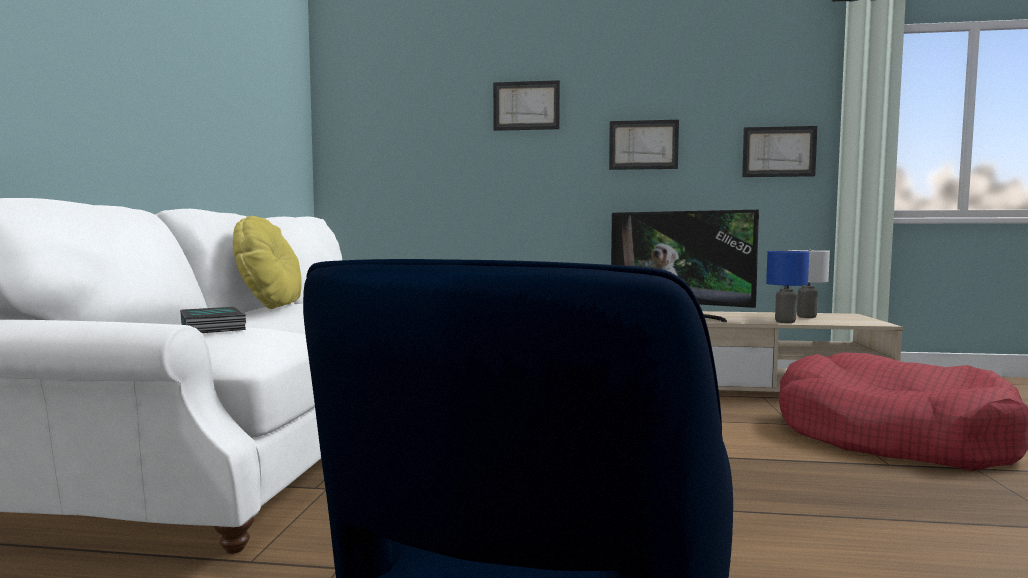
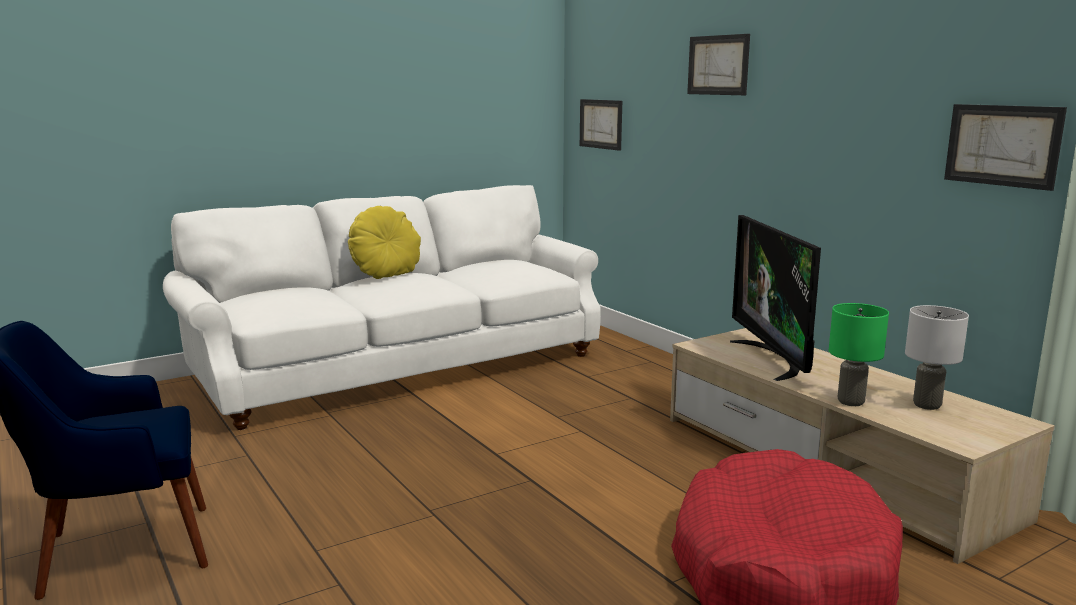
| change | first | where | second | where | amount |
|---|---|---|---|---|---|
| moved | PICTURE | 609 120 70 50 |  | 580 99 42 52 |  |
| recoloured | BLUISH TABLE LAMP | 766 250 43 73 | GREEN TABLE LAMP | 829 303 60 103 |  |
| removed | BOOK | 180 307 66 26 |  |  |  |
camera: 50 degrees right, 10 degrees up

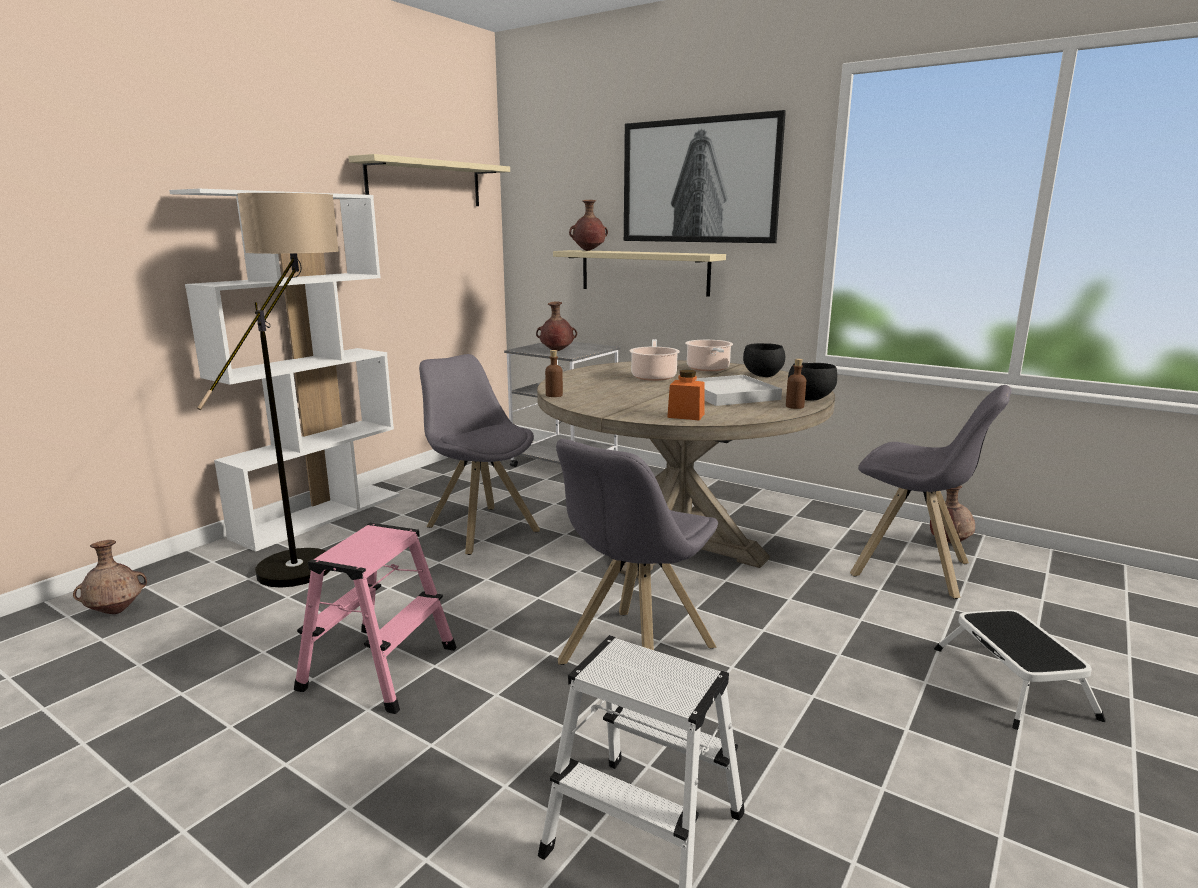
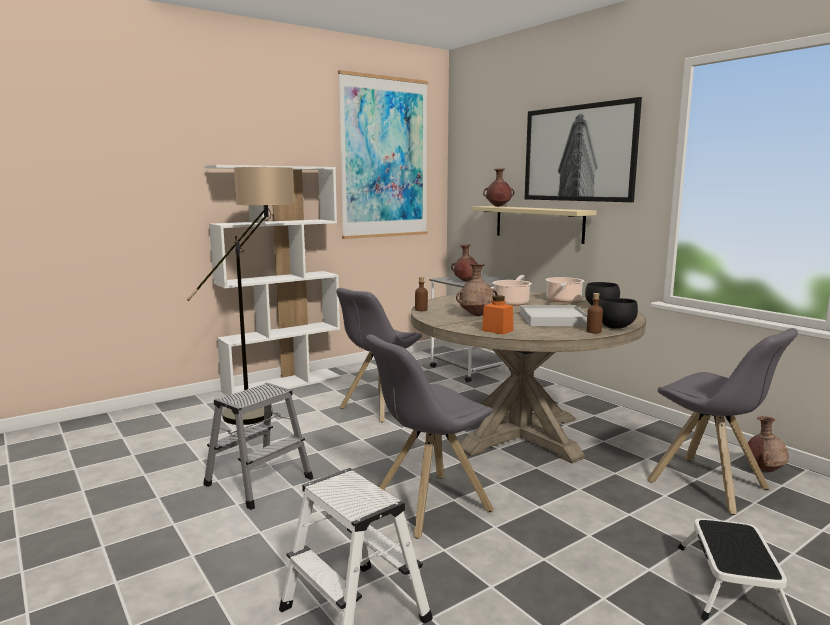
| change | first | where | second | where | amount |
|---|---|---|---|---|---|
| replaced | SAND-COLOURED WALL SHELF | 348 154 162 52 | PICTURE | 338 70 90 169 |  |
| turned | GREY PLAIN CHAIR | 419 354 121 201 |  | 336 288 86 134 | 120 degrees counterclockwise |
| recoloured | PINK STEPLADDER | 294 523 163 191 | GREY STEPLADDER | 203 383 110 127 |  |
| moved | BROWN FLOWER VASE | 73 540 74 74 |  | 456 264 42 52 |  |
camera: 20 degrees right, 5 degrees down

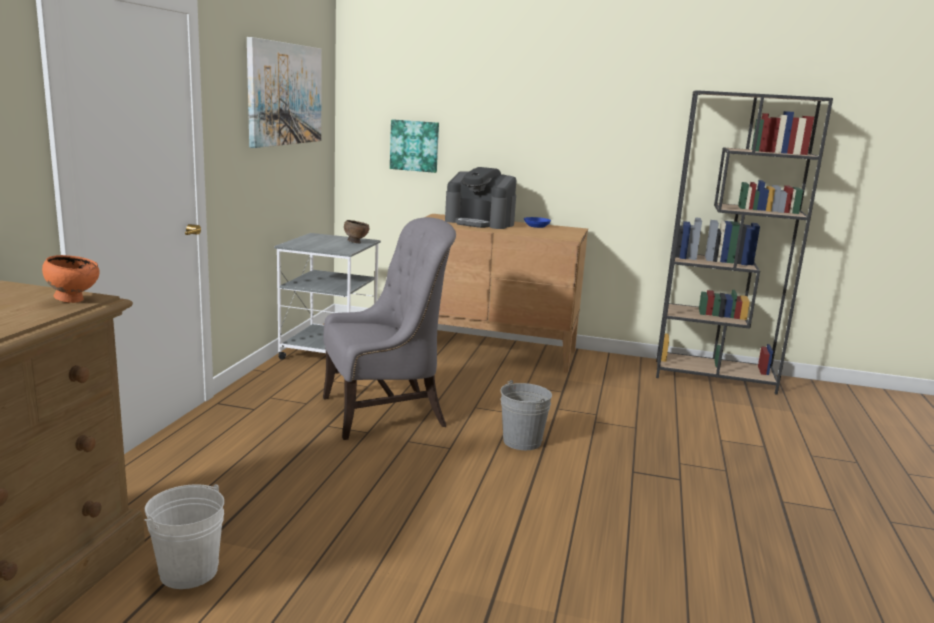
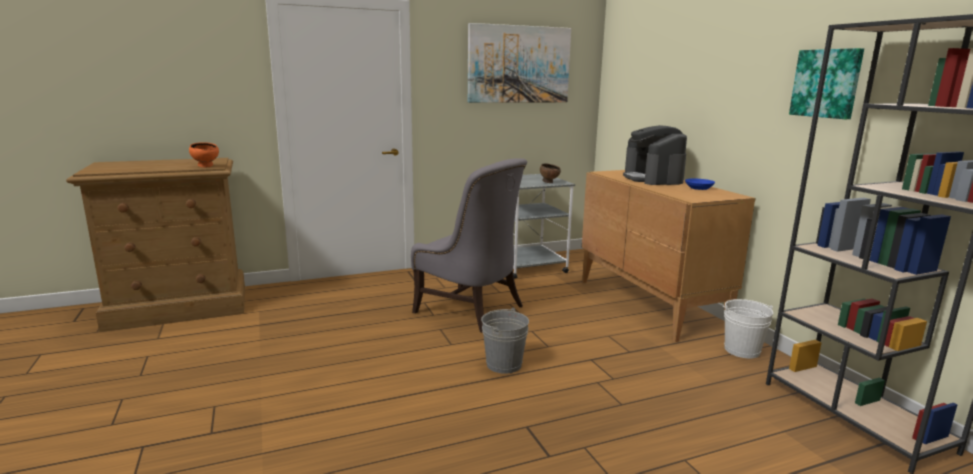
| change | first | where | second | where | amount |
|---|---|---|---|---|---|
| moved | PICTURE | 390 119 49 54 |  | 789 48 75 71 |  |
| moved | WHITE PAIL | 144 484 80 105 |  | 723 299 50 59 |  |
camera: 55 degrees right, 0 degrees up

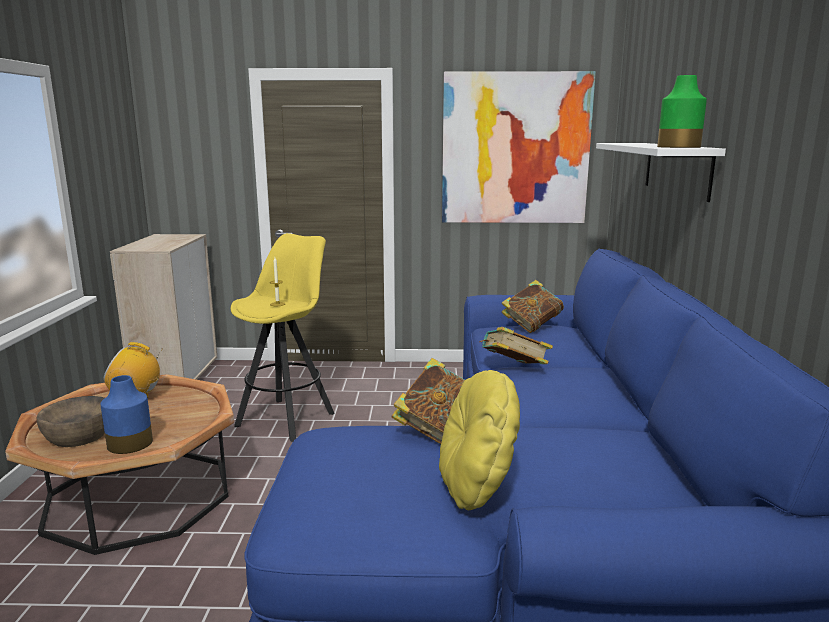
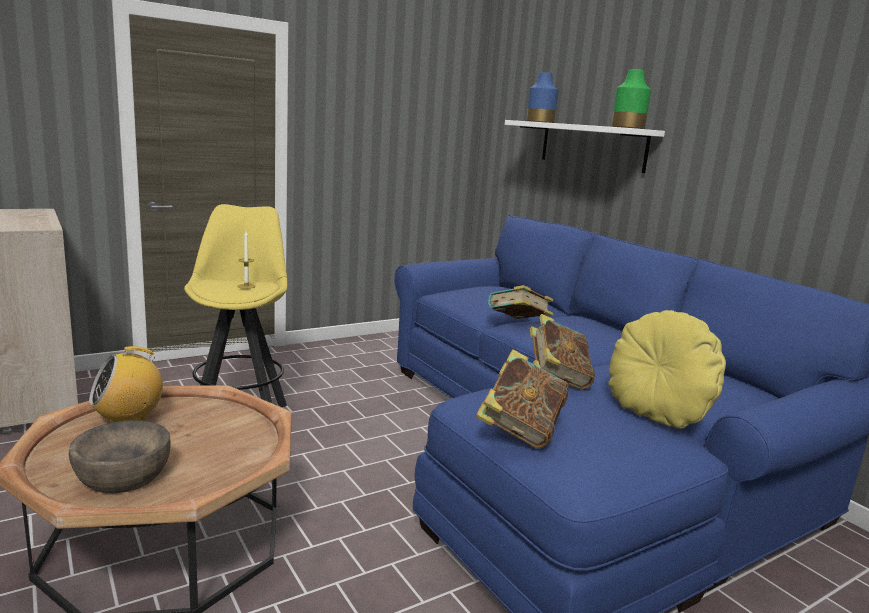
| change | first | where | second | where | amount |
|---|---|---|---|---|---|
| removed | PICTURE | 442 71 154 152 |  |  |  |
| moved | BOOK | 502 280 62 53 |  | 475 349 94 99 |  |
| moved | BLUISH FLOWER VASE | 100 375 53 79 |  | 526 72 32 51 |  |
camera: 35 degrees left, 0 degrees up

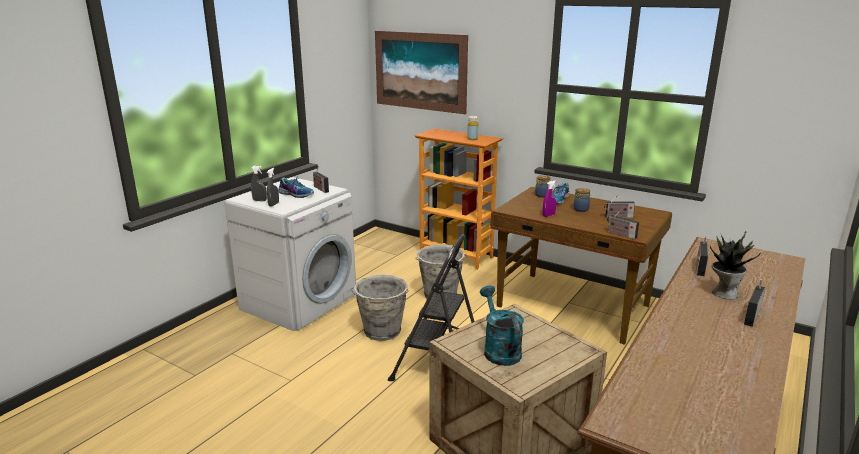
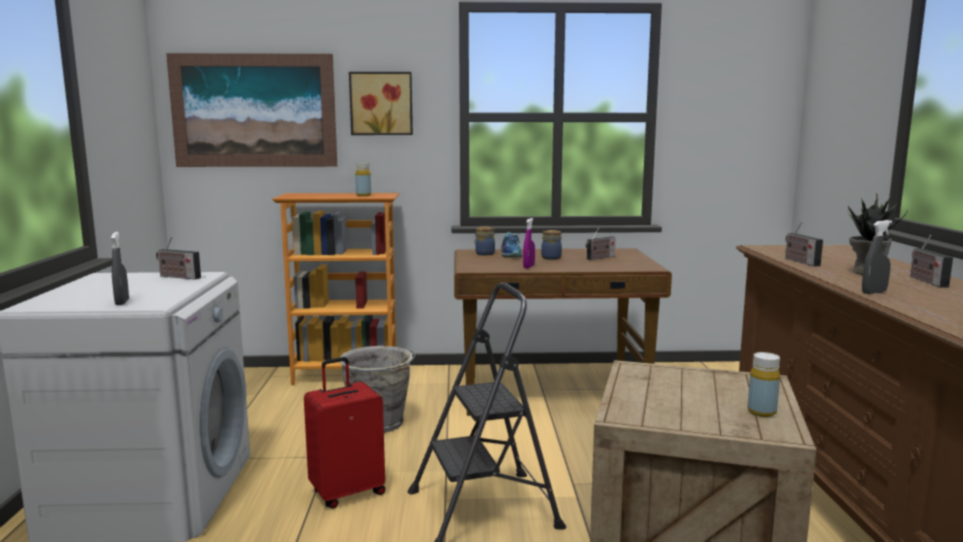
| change | first | where | second | where | amount |
|---|---|---|---|---|---|
| moved | GREY SPRAY BOTTLE | 251 166 16 35 |  | 862 220 30 74 |  |
| removed | ITEM OF FOOTWEAR | 278 175 36 23 |  |  |  |
| removed | RADIO RECEIVER | 607 209 32 30 |  |  |  |
| replaced | GREY PAIL | 350 274 59 67 | REDDISH TRAVEL CASE | 304 357 81 152 |  |
| removed | TURQUOISE SPRINKLING CAN | 480 286 44 80 |  |  |  |
| added |  |  | PICTURE | 349 72 64 63 |  |
| added |  |  | YELLOW-COLOURED BEVERAGE BOTTLE | 748 352 32 65 |  |
camera: 35 degrees left, 10 degrees down

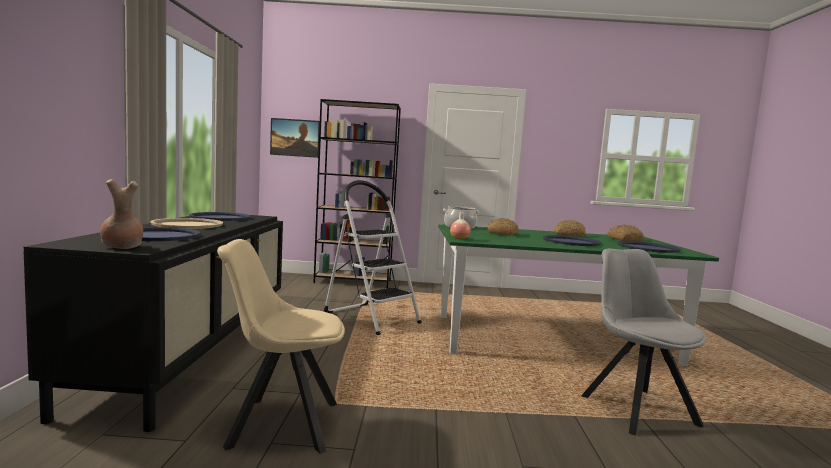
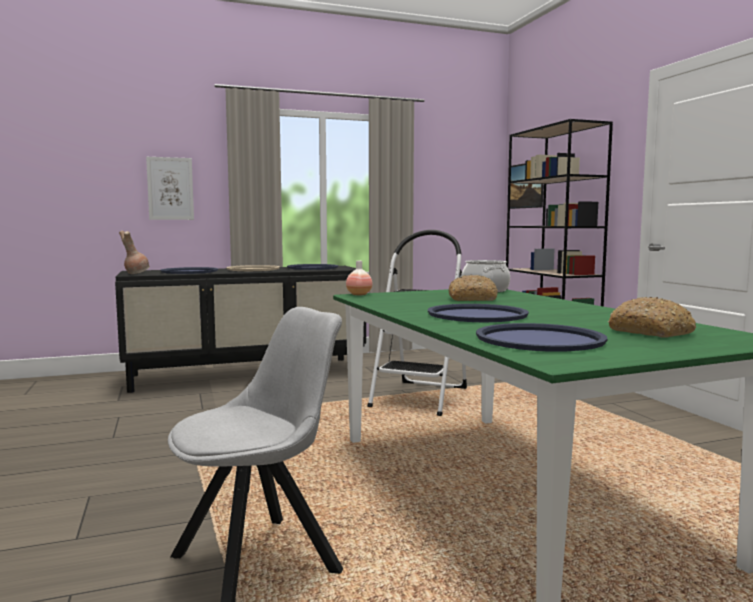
| change | first | where | second | where | amount |
|---|---|---|---|---|---|
| removed | BREAD | 554 220 32 17 |  |  |  |
| removed | SAND-COLOURED PLAIN CHAIR | 217 239 128 215 |  |  |  |
| added |  |  | PICTURE | 146 157 48 63 |  |
camera: 70 degrees right, 0 degrees up

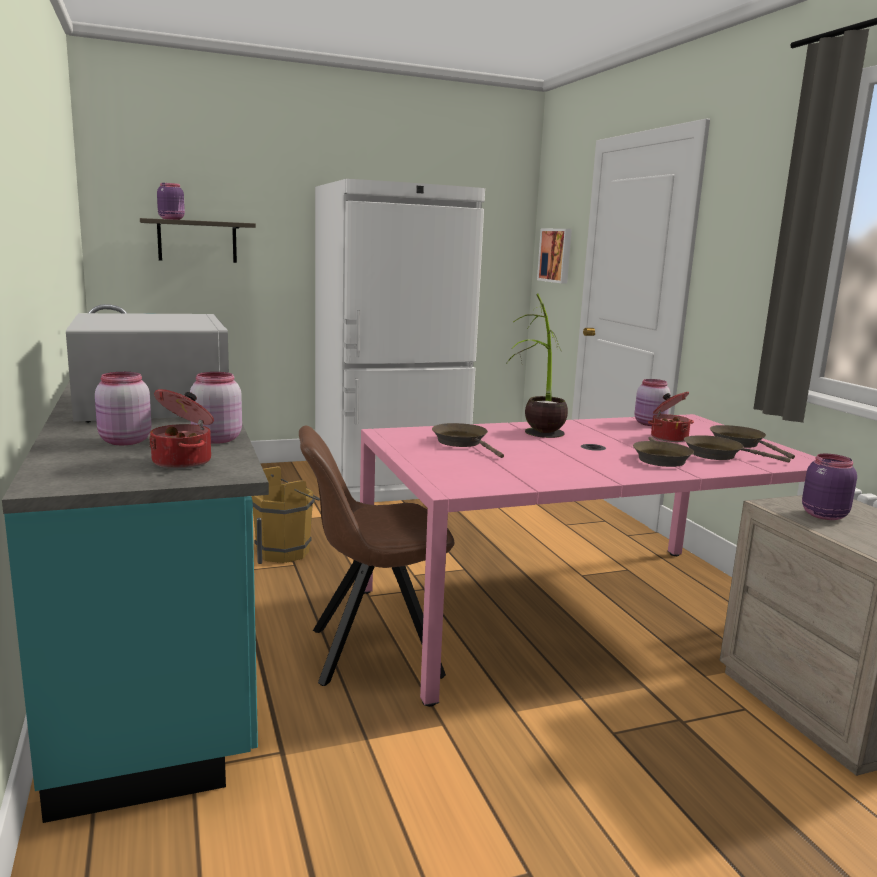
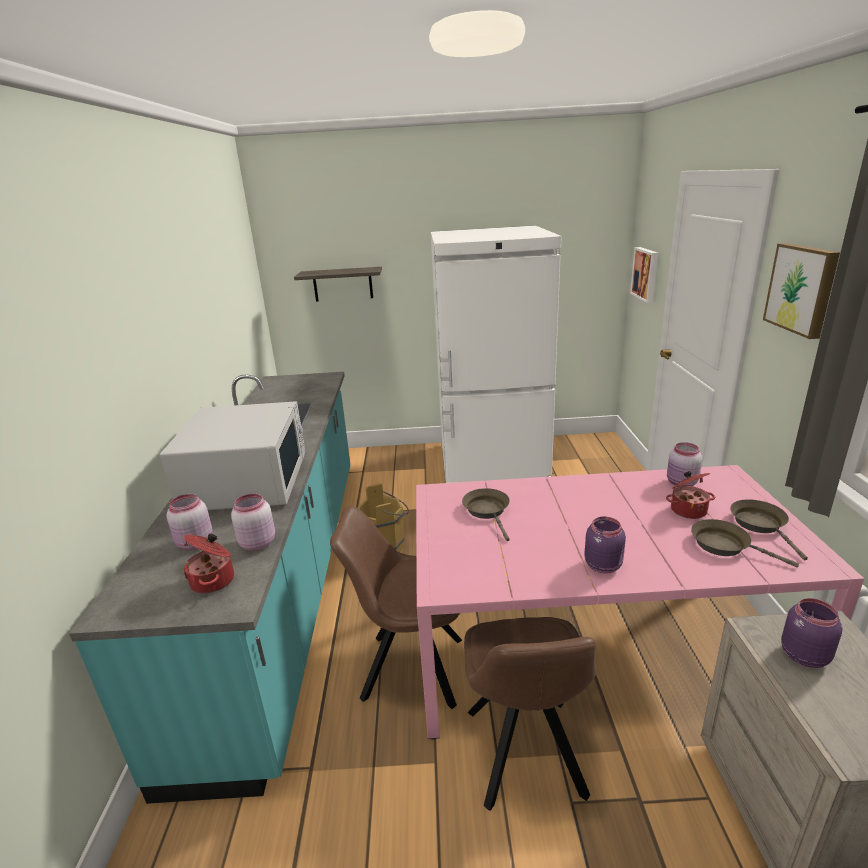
| change | first | where | second | where | amount |
|---|---|---|---|---|---|
| moved | PURPLISH PRESERVE JAR | 157 183 28 37 |  | 584 516 42 58 |  |
| removed | POTTED PLANT | 507 293 61 145 |  |  |  |
| removed | BROWN SKILLET | 633 437 61 30 |  |  |  |
| added |  |  | PICTURE | 763 243 77 96 |  |
| added |  |  | BROWN PLAIN CHAIR | 464 617 132 194 |  |
camera: 20 degrees right, 10 degrees up

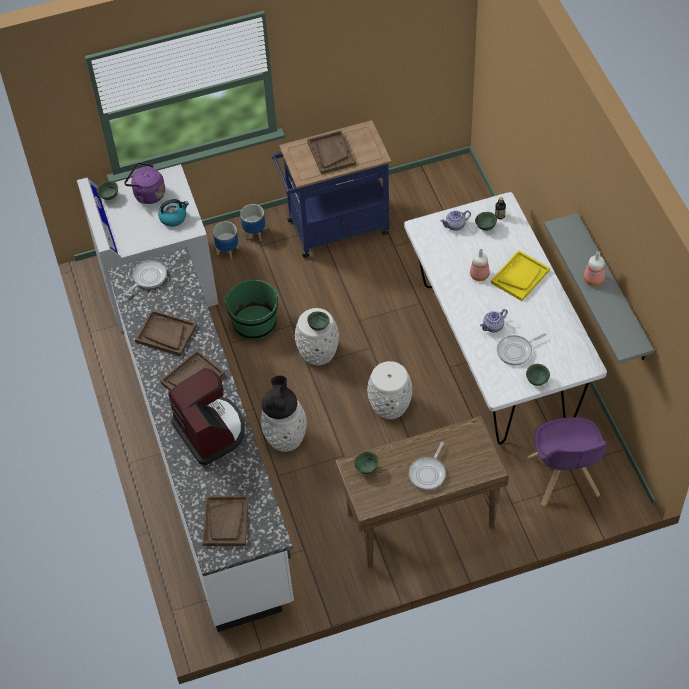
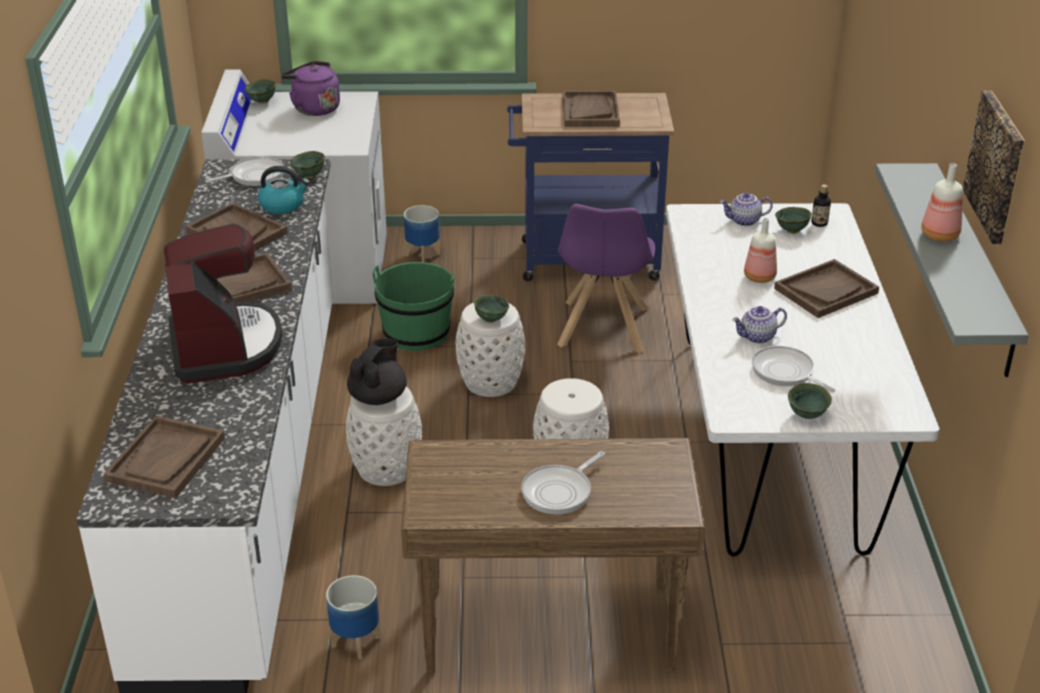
| change | first | where | second | where | amount |
|---|---|---|---|---|---|
| moved | WATER KETTLE | 158 199 31 28 |  | 258 166 52 48 |  |
| moved | PLANTER | 240 204 25 37 |  | 326 575 54 85 |  |
| recoloured | YELLOW-COLOURED TRAY | 491 250 59 51 | BROWN TRAY | 774 259 105 59 |  |
| turned | SKILLET | 497 333 49 32 |  | 752 346 83 46 | 60 degrees clockwise |
| moved | PURPLISH PLAIN CHAIR | 527 417 80 90 |  | 557 204 98 150 |  |
| moved | GREEN SERVING BOWL | 354 452 25 22 |  | 290 151 35 27 |  |
| added |  |  | PICTURE | 963 91 62 153 |  |
camera: 15 degrees right, 20 degrees down

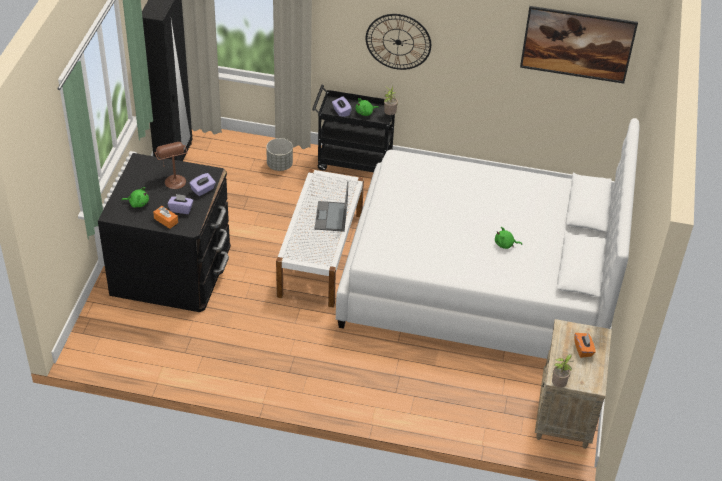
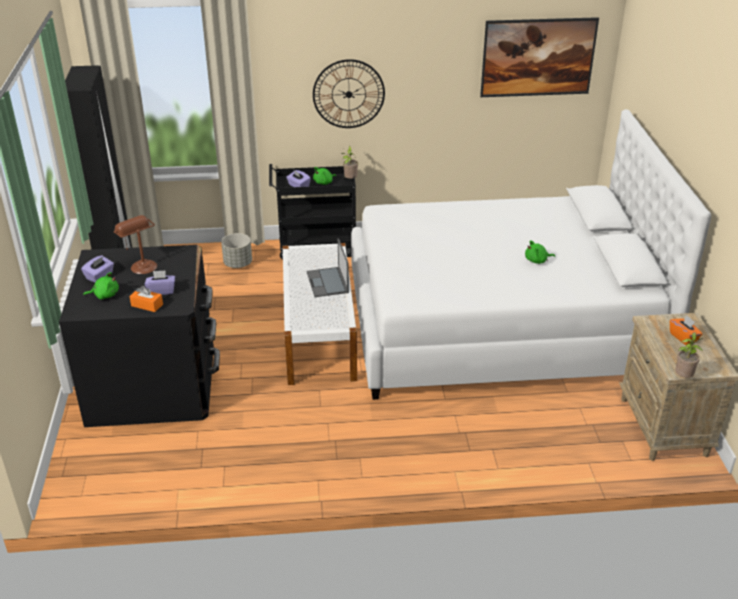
| change | first | where | second | where | amount |
|---|---|---|---|---|---|
| moved | PURPLISH BOX OF TISSUES | 189 173 27 23 |  | 81 255 33 27 |  |
camera: 15 degrees left, 10 degrees down

